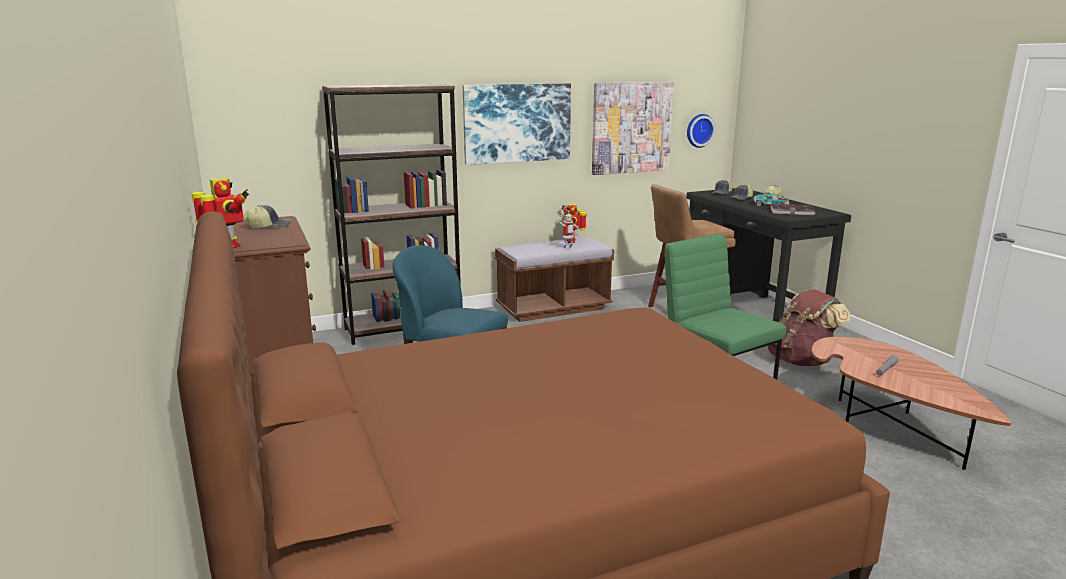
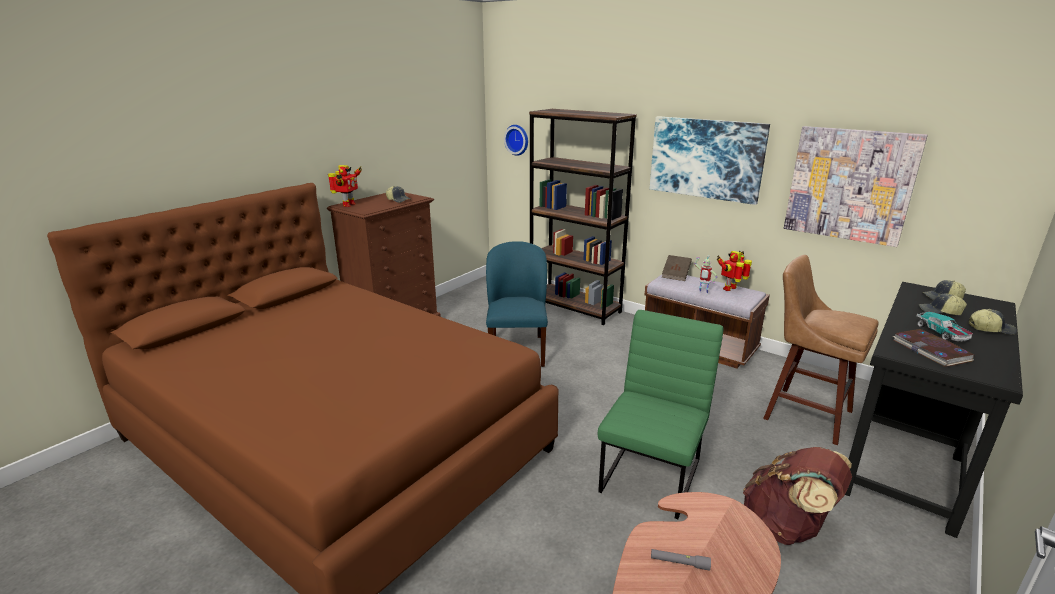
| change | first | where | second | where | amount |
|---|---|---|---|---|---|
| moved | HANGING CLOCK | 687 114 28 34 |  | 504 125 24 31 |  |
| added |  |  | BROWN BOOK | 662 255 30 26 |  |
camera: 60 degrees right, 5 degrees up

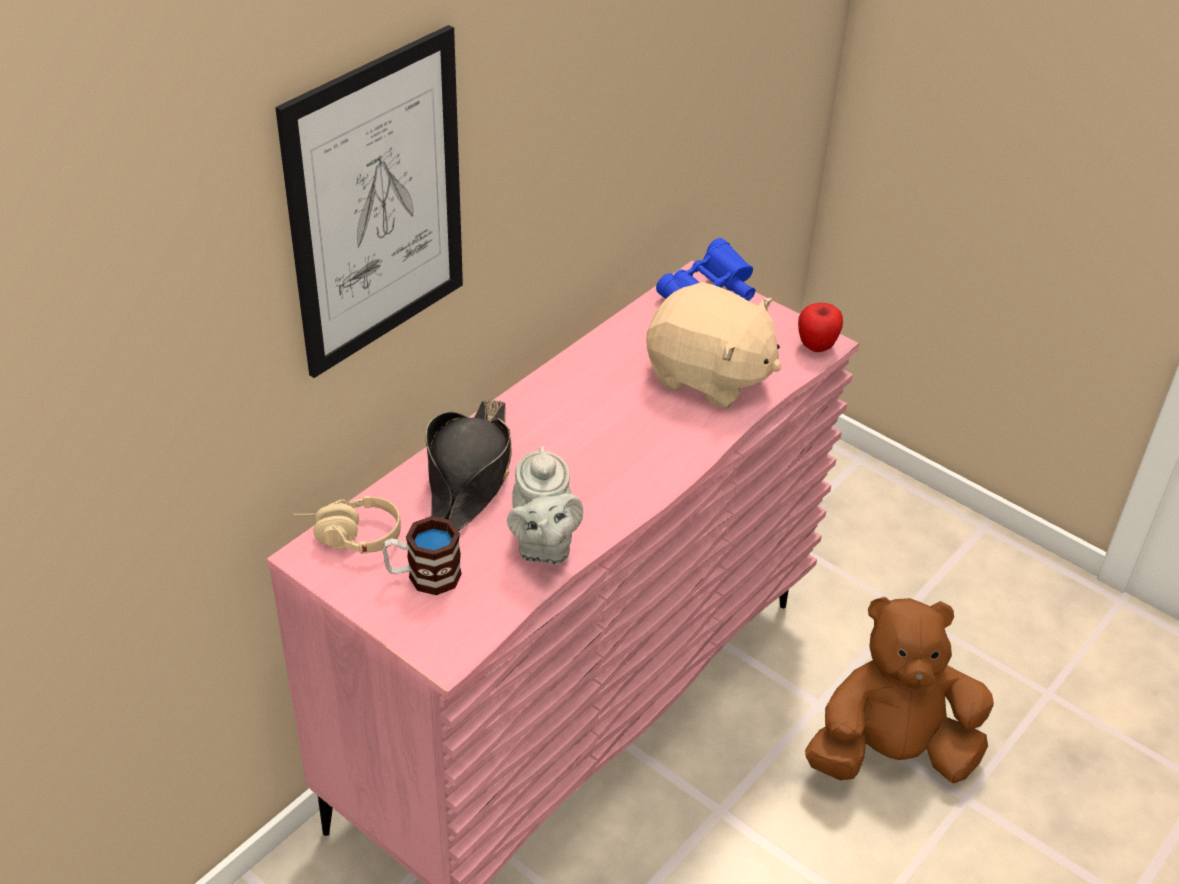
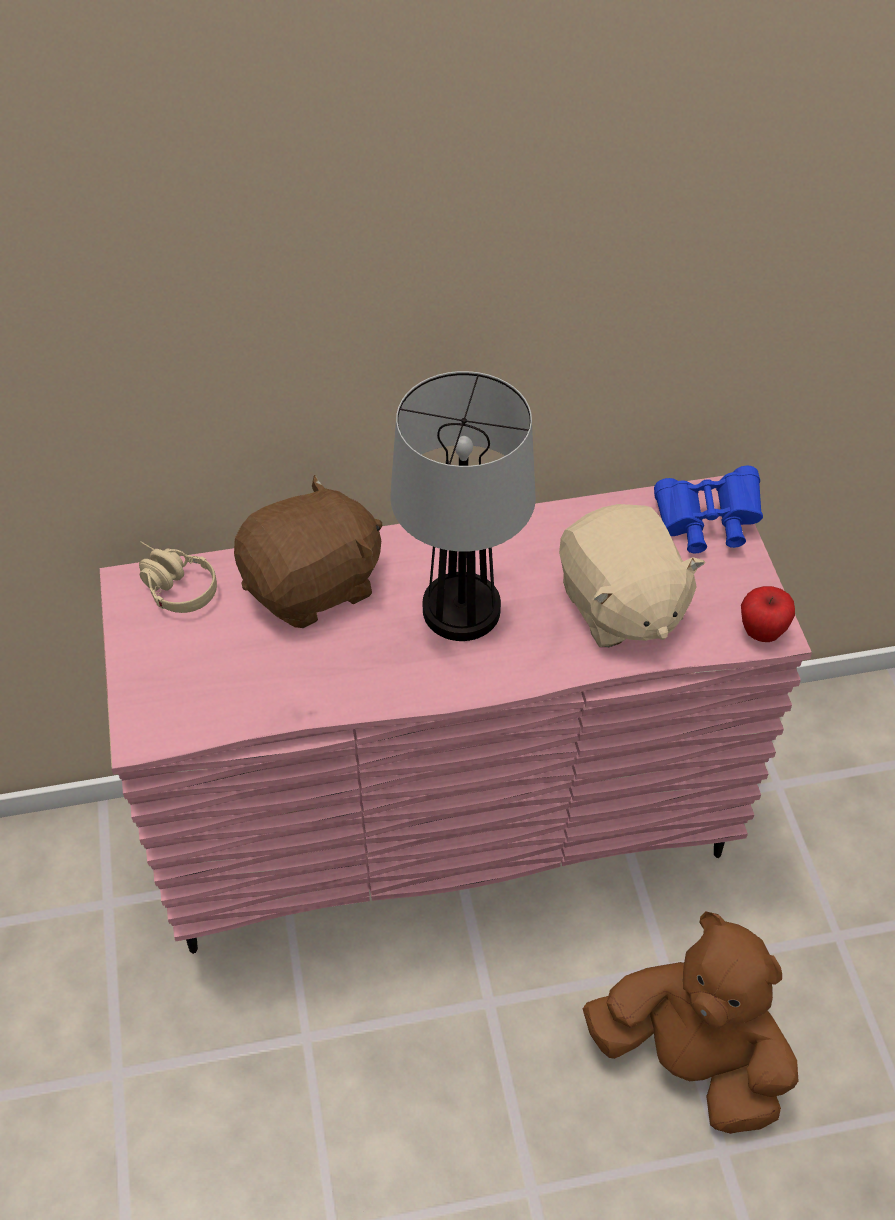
| change | first | where | second | where | amount |
|---|---|---|---|---|---|
| removed | PICTURE | 275 25 188 353 |  |  |  |
| replaced | BLACK CLOTHING HAT | 425 400 87 131 | BROWN PLUSH TOY | 234 475 148 153 |  |
| removed | GREY TEA POT | 507 446 76 118 |  |  |  |
| removed | MUG | 382 516 80 79 |  |  |  |
| added |  |  | TABLE LAMP | 390 371 146 270 |  |
camera: 40 degrees right, 10 degrees up

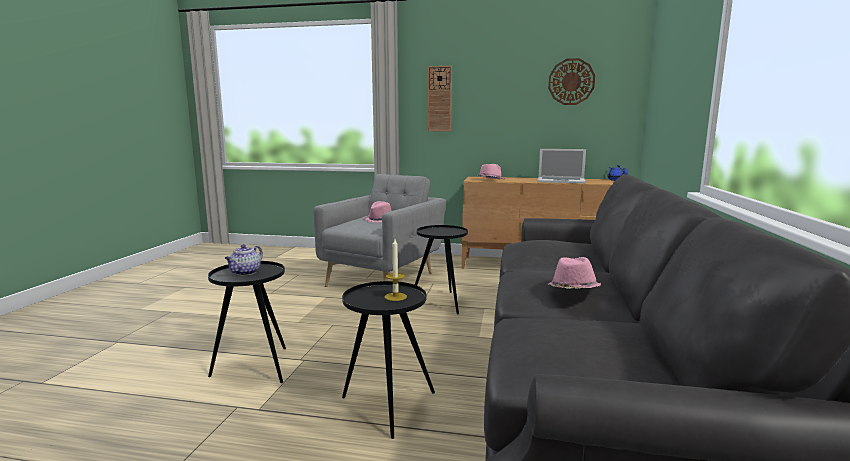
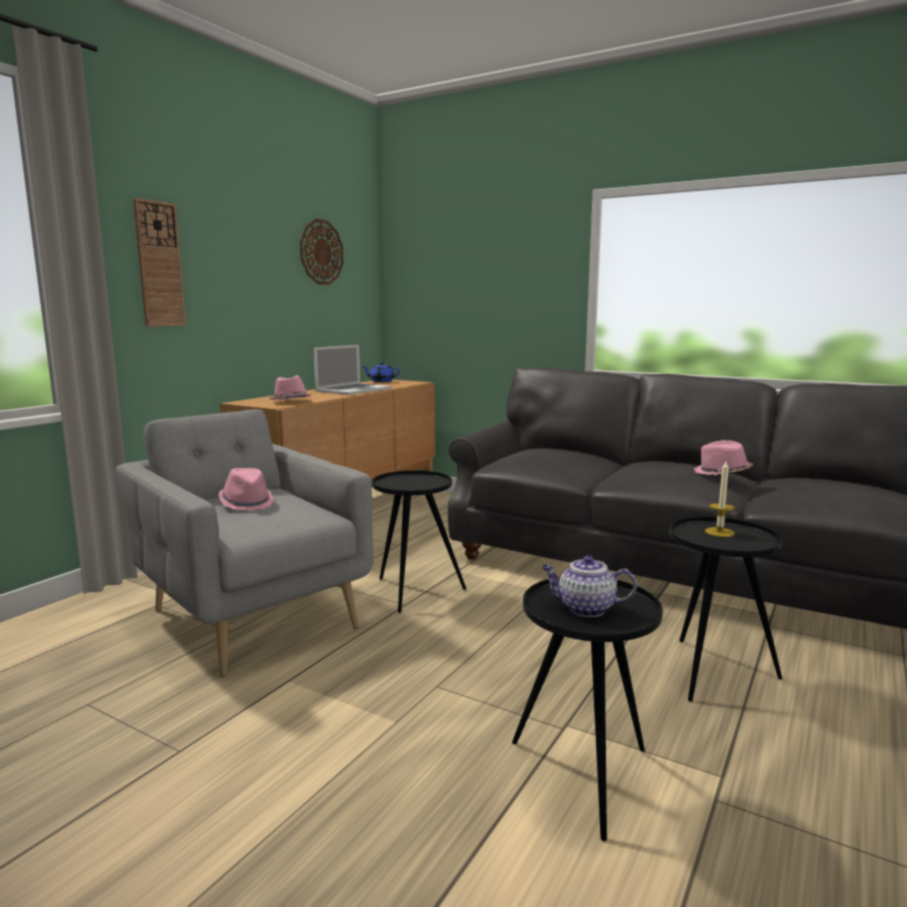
| change | first | where | second | where | amount |
|---|---|---|---|---|---|
| turned | TEA POT | 225 245 38 30 |  | 541 556 96 61 | 150 degrees clockwise |
camera: 70 degrees left, 0 degrees up

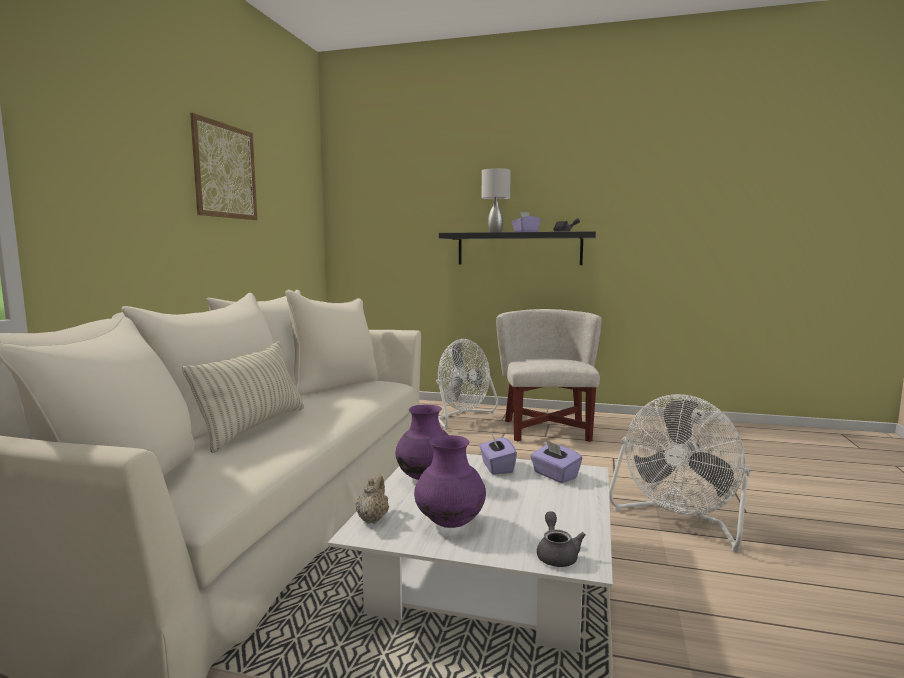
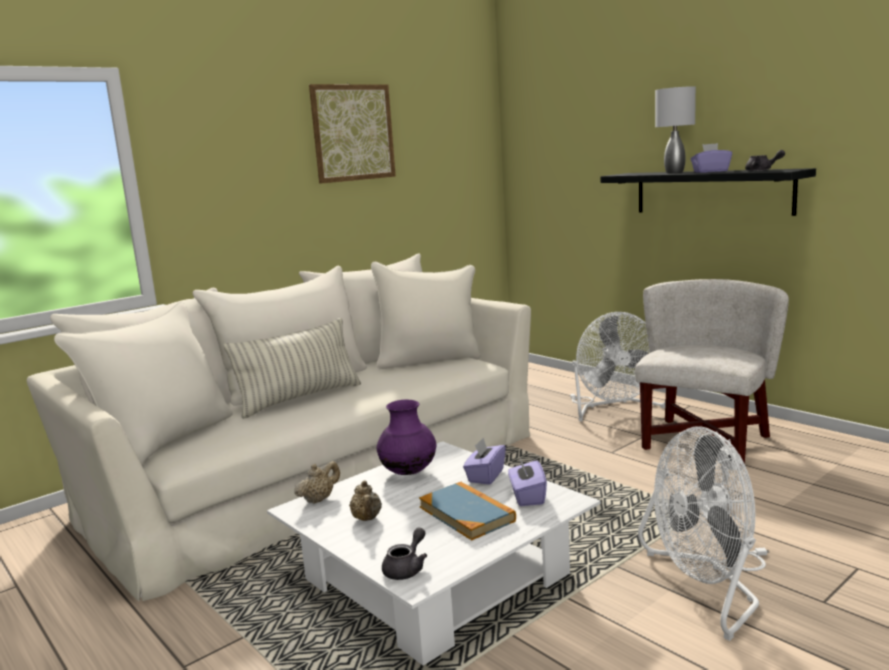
| change | first | where | second | where | amount |
|---|---|---|---|---|---|
| replaced | PURPLISH FLOWER VASE | 414 435 72 93 | SAND-COLOURED TEA POT | 349 480 33 41 |  |
| added |  |  | BOOK | 419 482 97 58 |  |
camera: 35 degrees right, 5 degrees up

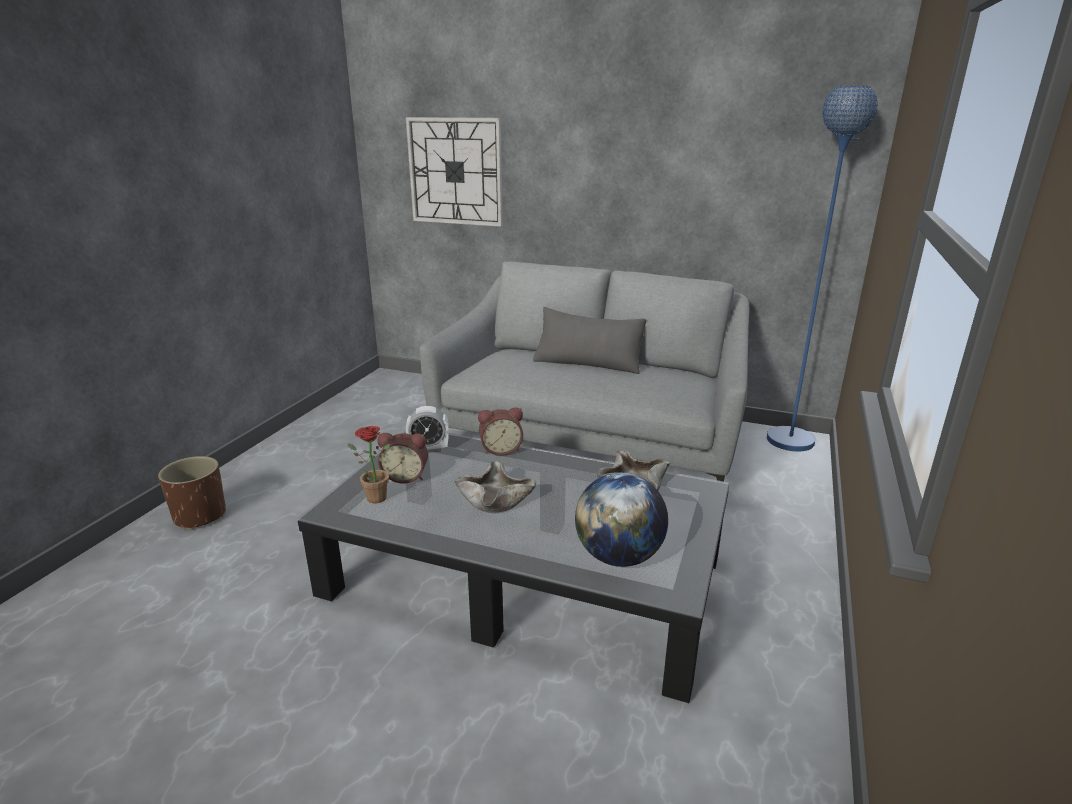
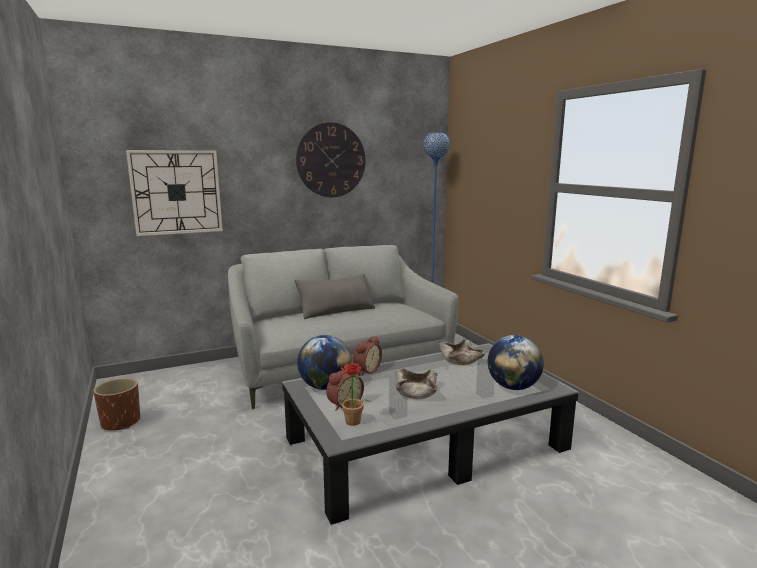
| change | first | where | second | where | amount |
|---|---|---|---|---|---|
| replaced | ALARM CLOCK | 406 406 43 46 | GLOBE | 297 335 55 55 |  |
| moved | BROWN PLANTER | 158 456 68 74 |  | 93 378 47 52 |  |
| added |  |  | HANGING CLOCK | 296 122 70 75 |  |
camera: 45 degrees left, 10 degrees down

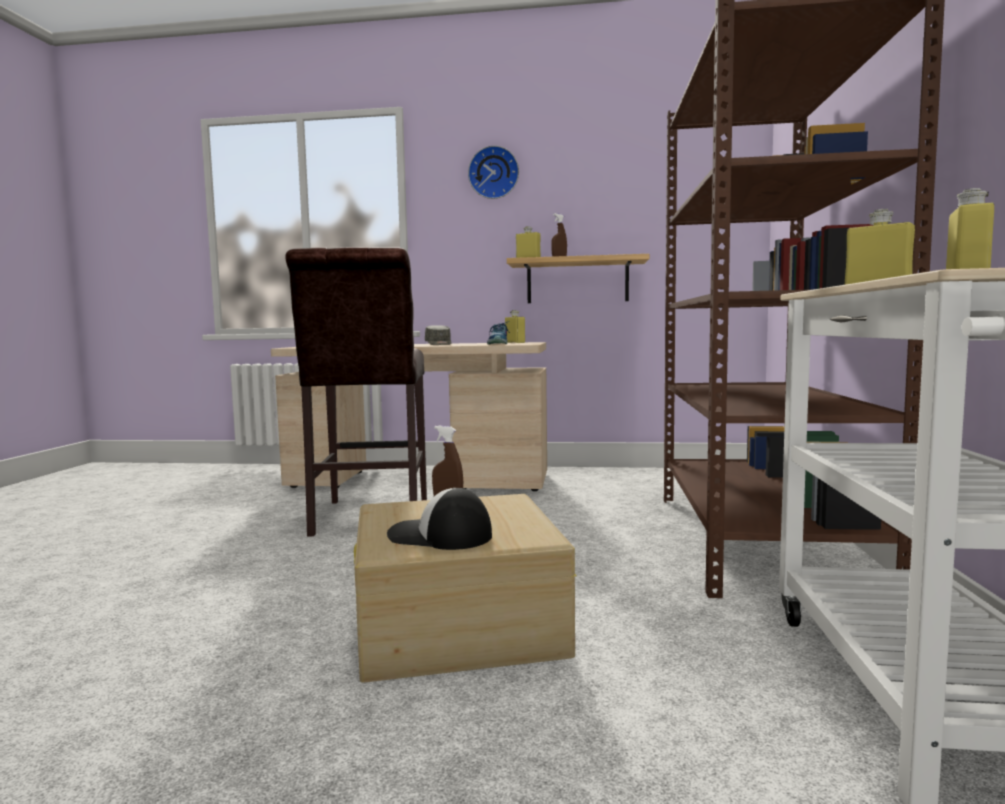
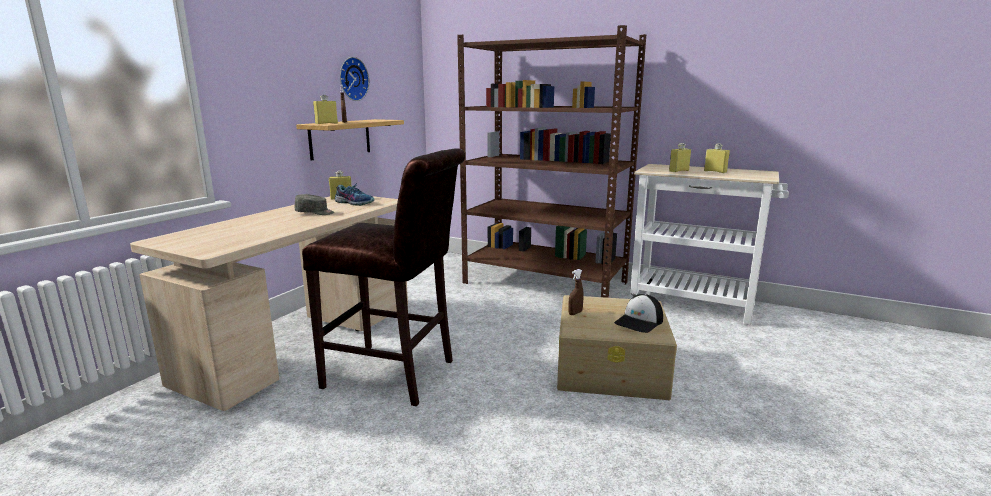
| change | first | where | second | where | amount |
|---|---|---|---|---|---|
| moved | HANGING CLOCK | 468 145 51 54 |  | 340 57 29 44 |  |
camera: 70 degrees left, 10 degrees up

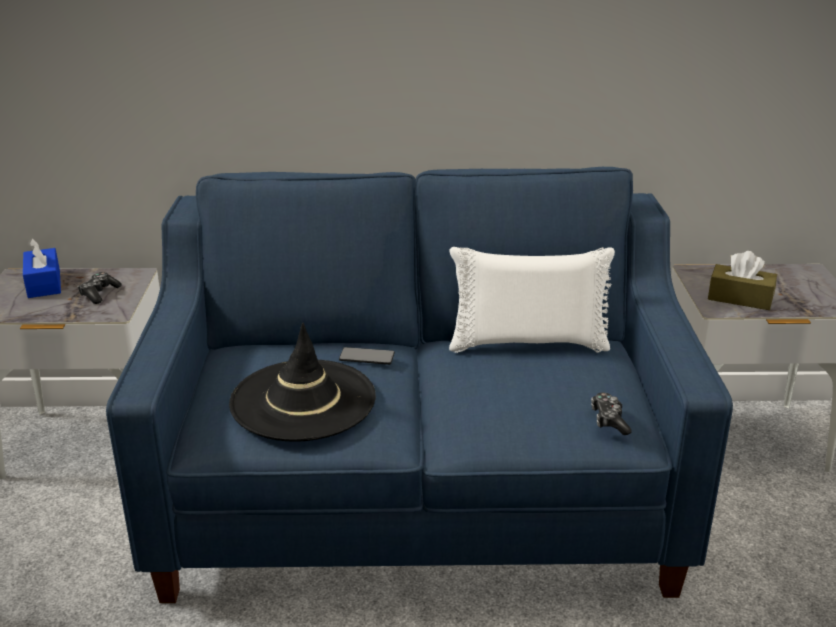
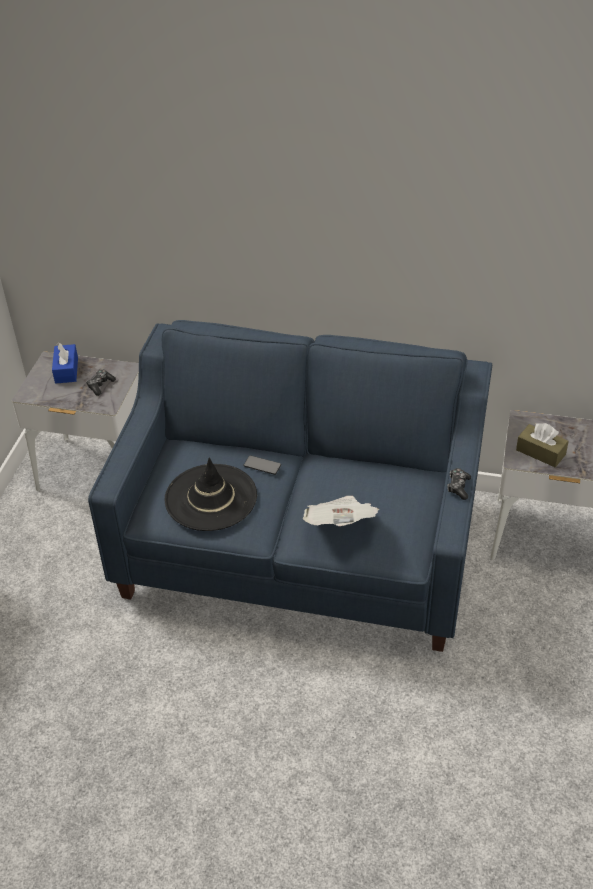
| change | first | where | second | where | amount |
|---|---|---|---|---|---|
| removed | WHITE PILLOW | 449 247 166 106 |  |  |  |
| moved | GAME CONTROLLER | 591 392 41 43 |  | 447 468 24 32 |  |
| added |  |  | DAILY PAPER | 303 496 76 30 |  |
camera: 15 degrees right, 15 degrees up

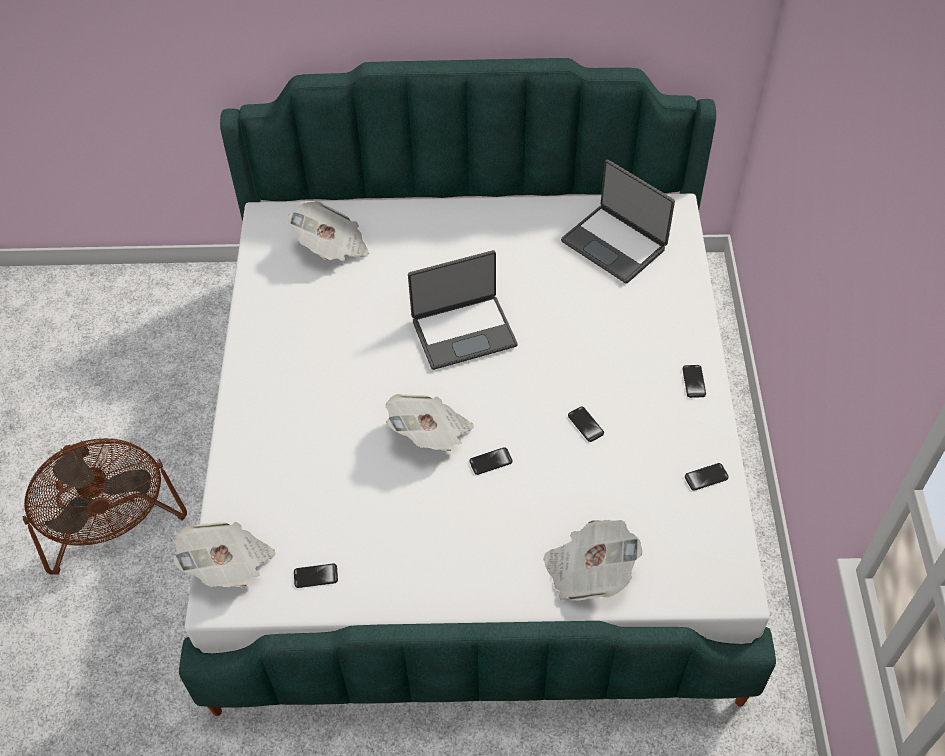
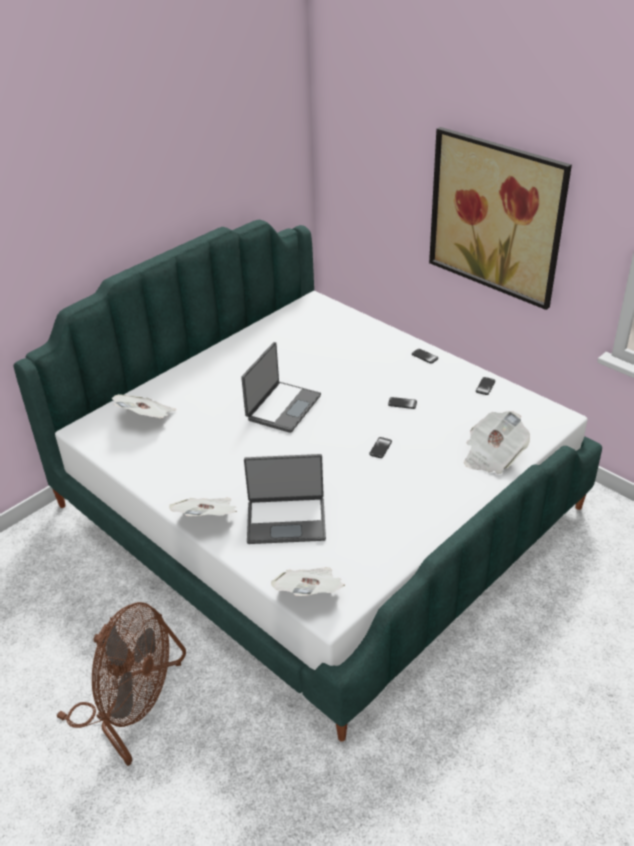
| change | first | where | second | where | amount |
|---|---|---|---|---|---|
| moved | PORTABLE COMPUTER | 561 160 114 124 |  | 244 454 82 90 |  |
| moved | DAILY PAPER | 385 394 89 57 |  | 169 497 68 19 |  |
| removed | HANDSET | 294 563 44 25 |  |  |  |
| added |  |  | PICTURE | 429 127 143 183 |  |
camera: 45 degrees left, 15 degrees down

